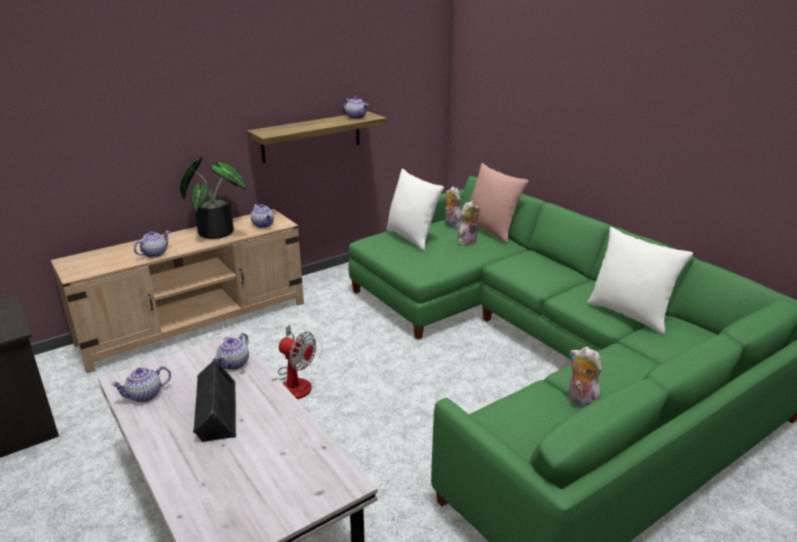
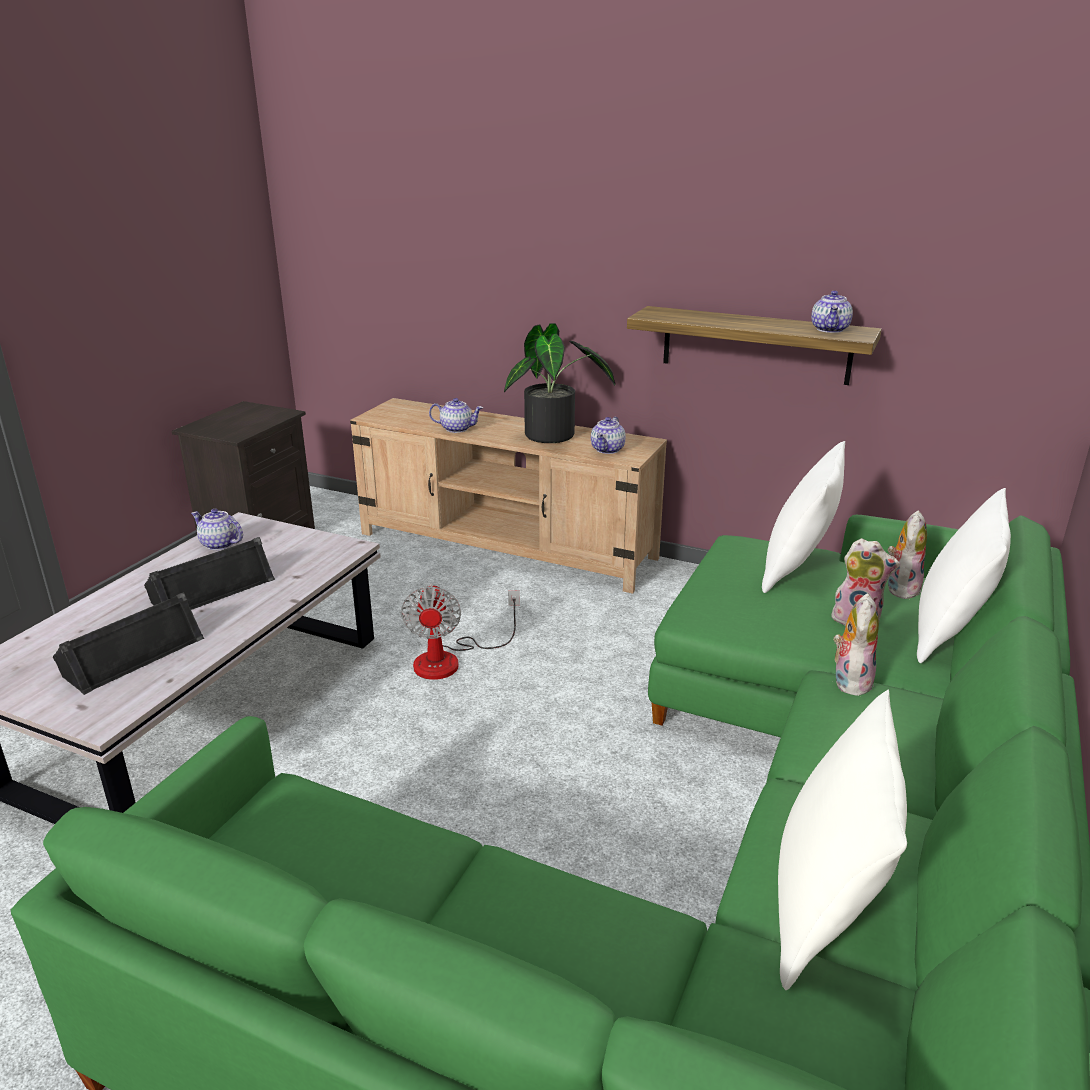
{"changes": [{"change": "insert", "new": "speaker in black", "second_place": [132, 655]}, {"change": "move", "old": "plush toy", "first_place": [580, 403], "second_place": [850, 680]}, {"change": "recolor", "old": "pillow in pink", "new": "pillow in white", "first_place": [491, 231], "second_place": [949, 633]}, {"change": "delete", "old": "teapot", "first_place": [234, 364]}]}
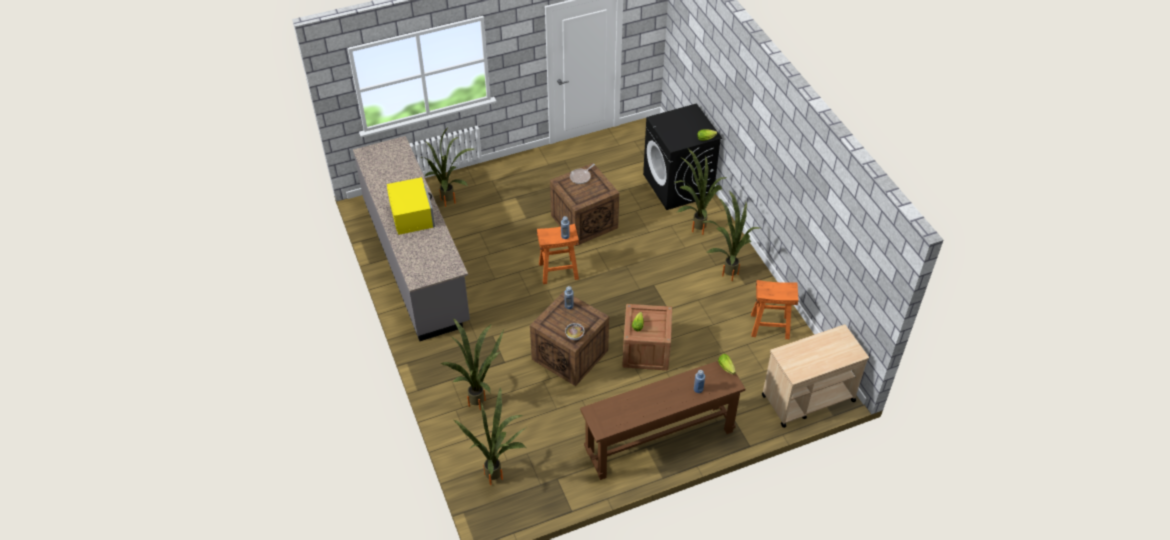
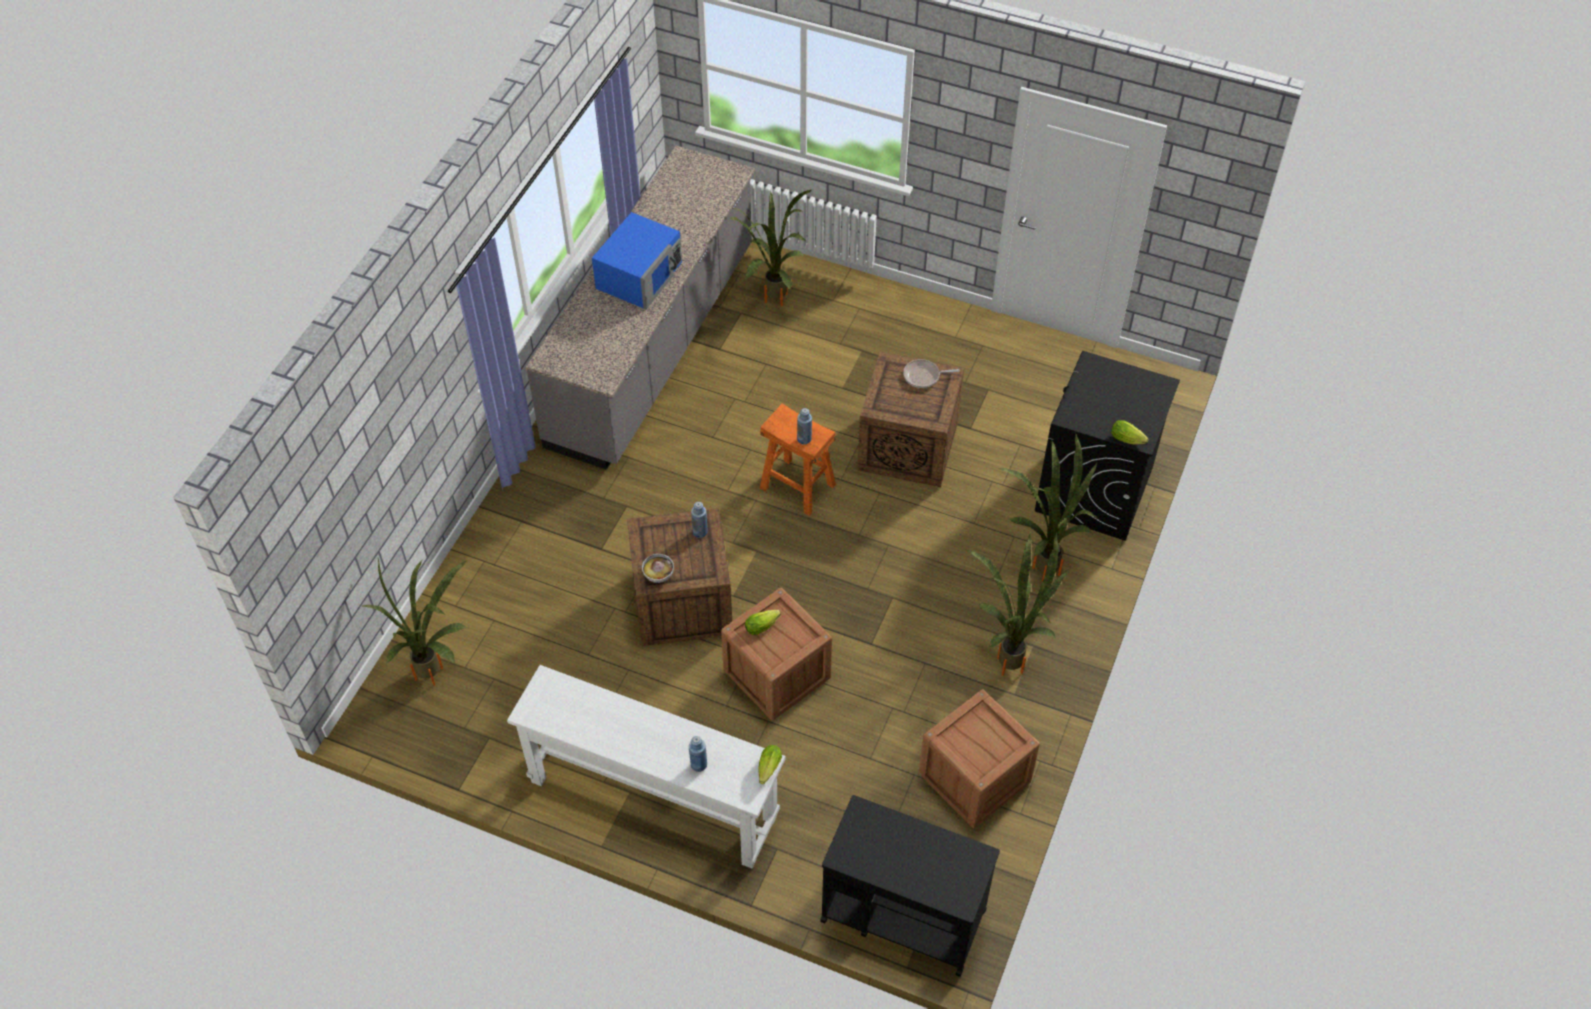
{"changes": [{"change": "recolor", "old": "console table in brown", "new": "console table in white", "first_place": [659, 440], "second_place": [653, 798]}, {"change": "recolor", "old": "microwave in yellow", "new": "microwave in blue", "first_place": [412, 214], "second_place": [640, 275]}, {"change": "recolor", "old": "cart in beige", "new": "cart in black", "first_place": [807, 398], "second_place": [902, 914]}, {"change": "replace", "old": "stool in orange", "new": "crate", "first_place": [769, 326], "second_place": [974, 778]}, {"change": "delete", "old": "potted plant", "first_place": [480, 399]}]}
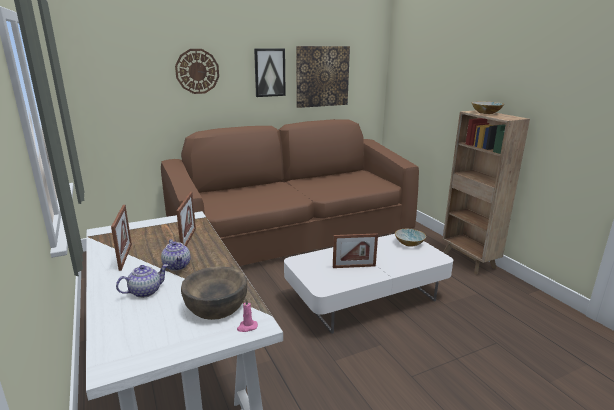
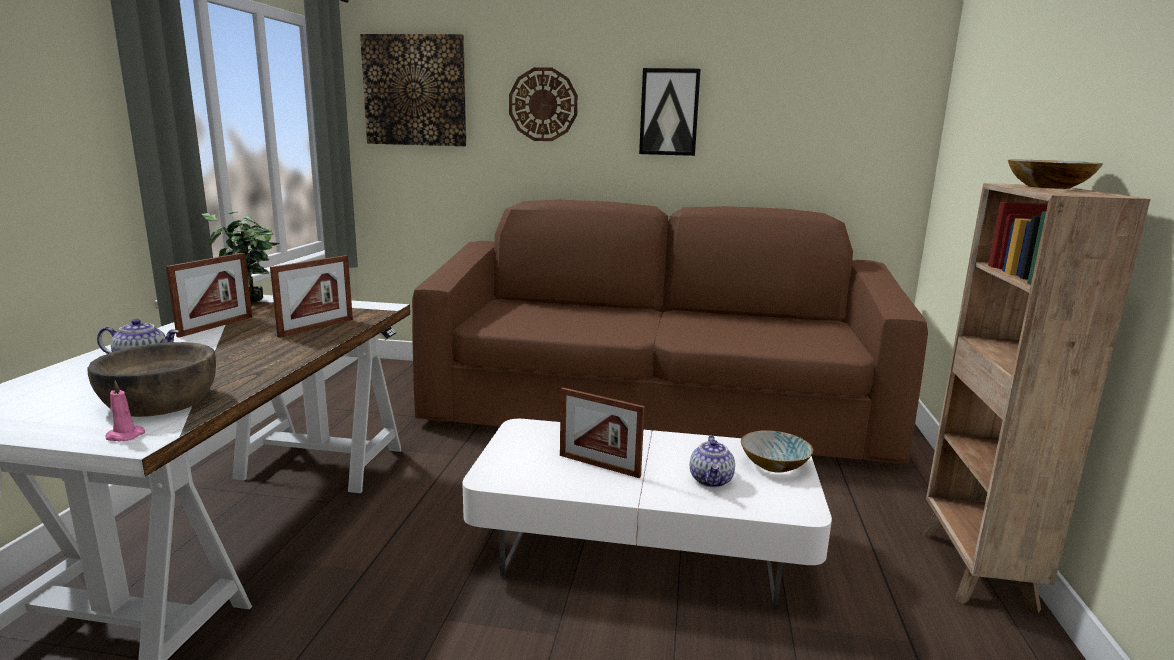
{"changes": [{"change": "insert", "new": "potted plant", "second_place": [251, 303]}, {"change": "move", "old": "picture", "first_place": [322, 76], "second_place": [415, 91]}, {"change": "move", "old": "teapot", "first_place": [177, 266], "second_place": [711, 480]}]}
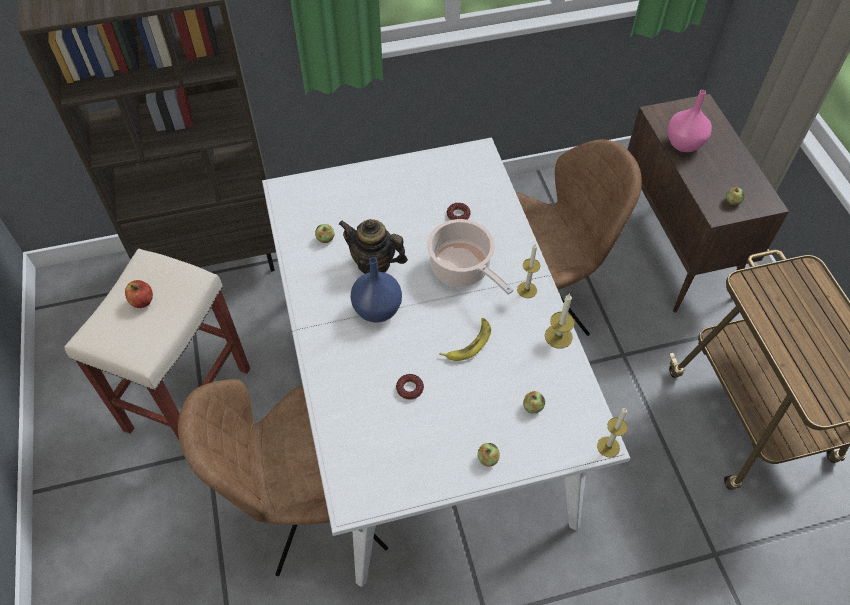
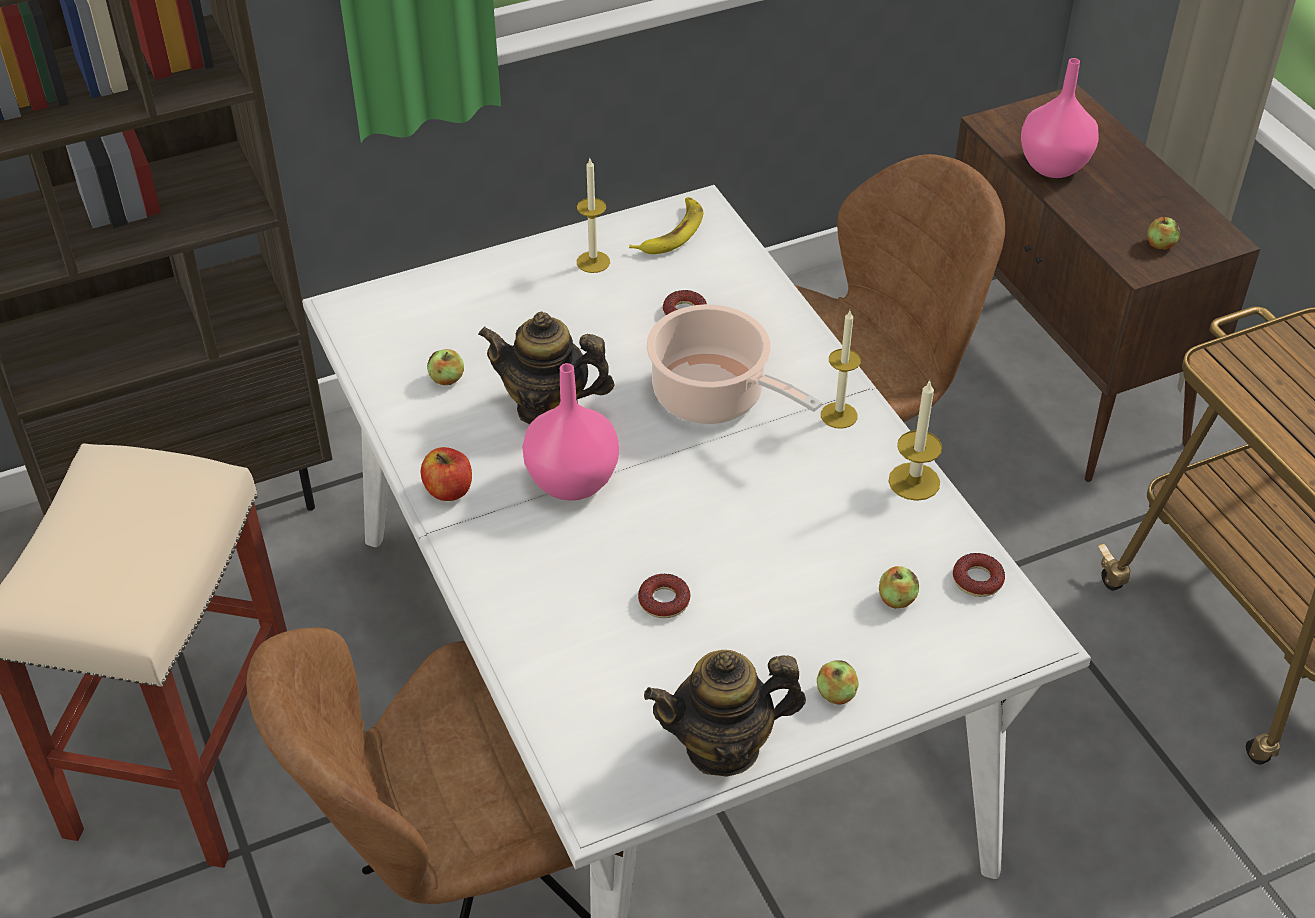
{"changes": [{"change": "move", "old": "apple", "first_place": [142, 301], "second_place": [448, 490]}, {"change": "recolor", "old": "vase in blue", "new": "vase in pink", "first_place": [377, 311], "second_place": [573, 483]}, {"change": "move", "old": "candle", "first_place": [608, 446], "second_place": [593, 262]}, {"change": "move", "old": "banana", "first_place": [469, 343], "second_place": [671, 232]}, {"change": "insert", "new": "teapot", "second_place": [723, 746]}, {"change": "insert", "new": "donut", "second_place": [977, 580]}]}
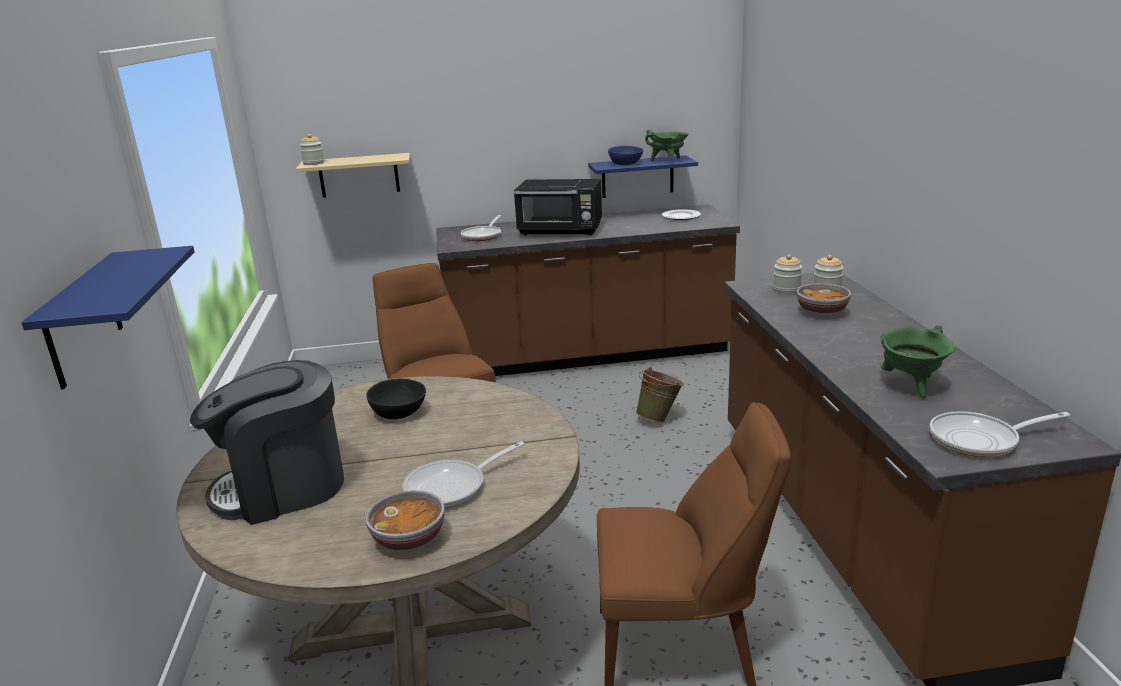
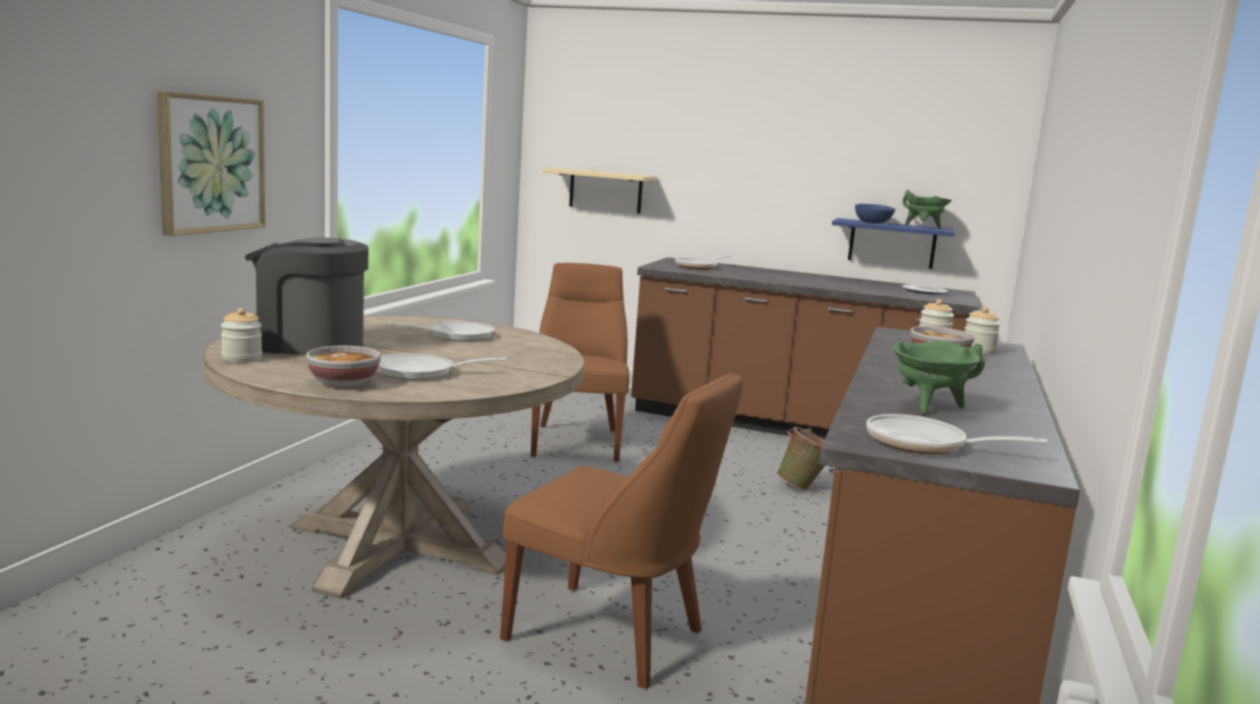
{"changes": [{"change": "replace", "old": "shelf in blue", "new": "picture", "first_place": [82, 320], "second_place": [211, 163]}, {"change": "move", "old": "jar", "first_place": [313, 163], "second_place": [242, 358]}, {"change": "replace", "old": "bowl in black", "new": "frying pan", "first_place": [397, 413], "second_place": [454, 336]}, {"change": "delete", "old": "microwave in black", "first_place": [561, 231]}]}
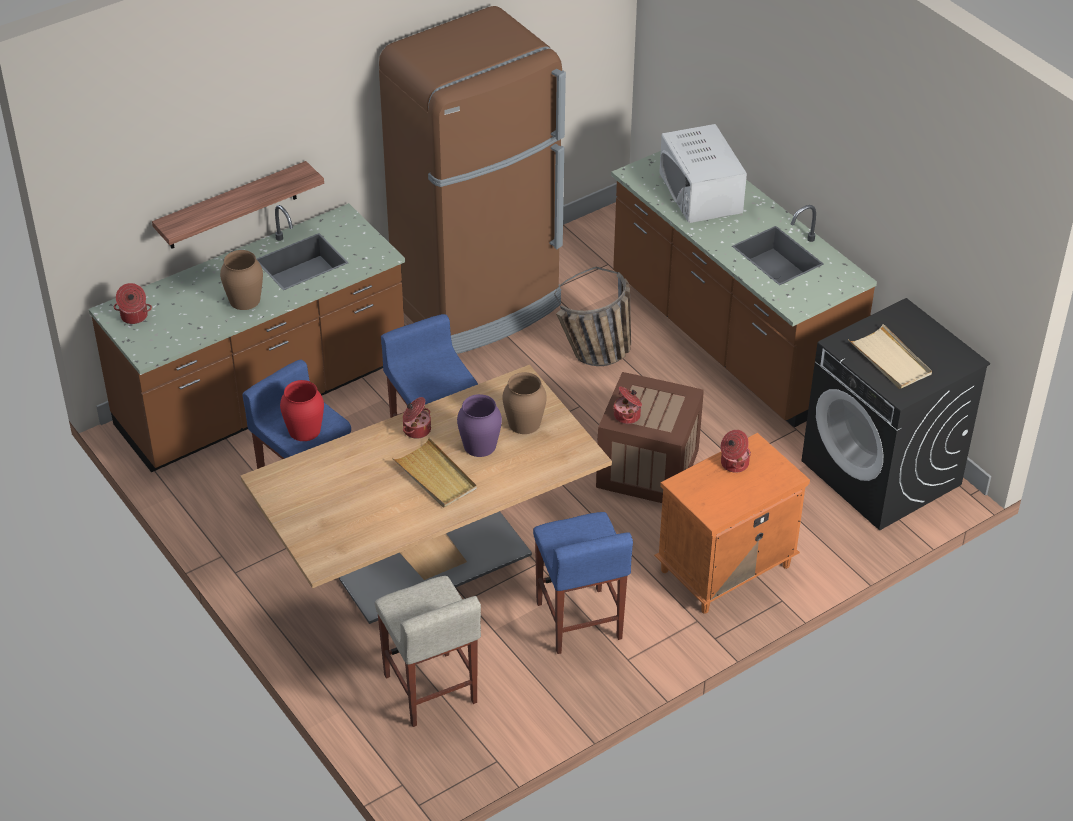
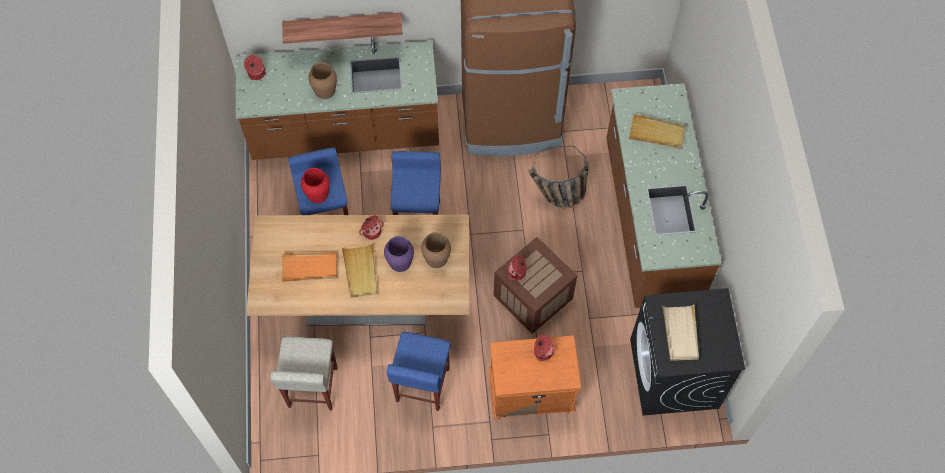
{"changes": [{"change": "insert", "new": "tray in orange", "second_place": [310, 268]}, {"change": "replace", "old": "microwave in white", "new": "tray in beige", "first_place": [700, 192], "second_place": [656, 133]}]}
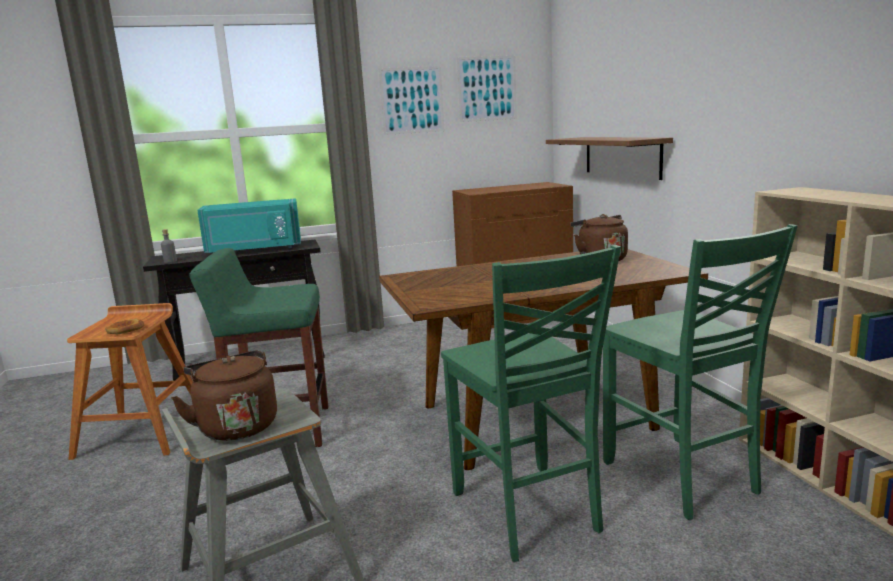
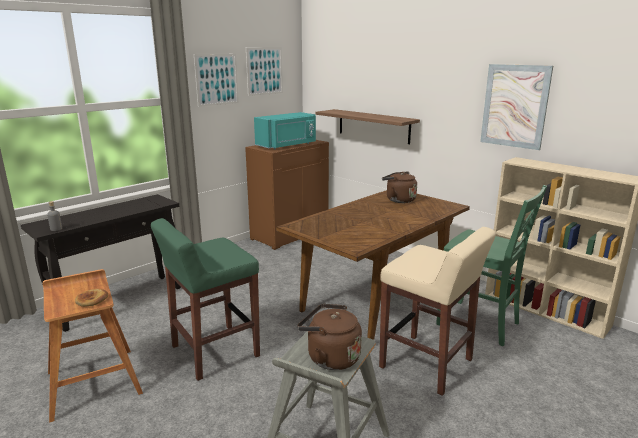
{"changes": [{"change": "move", "old": "microwave in turquoise", "first_place": [254, 250], "second_place": [287, 145]}, {"change": "replace", "old": "chair in green", "new": "stool in beige", "first_place": [527, 512], "second_place": [427, 364]}, {"change": "insert", "new": "picture", "second_place": [514, 106]}]}
